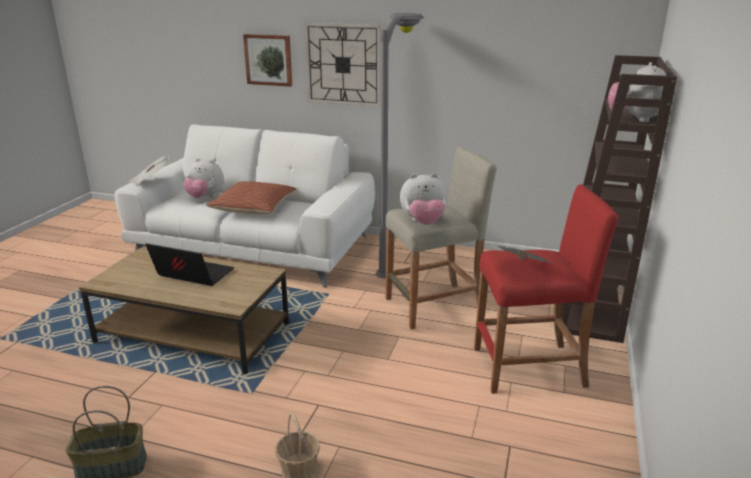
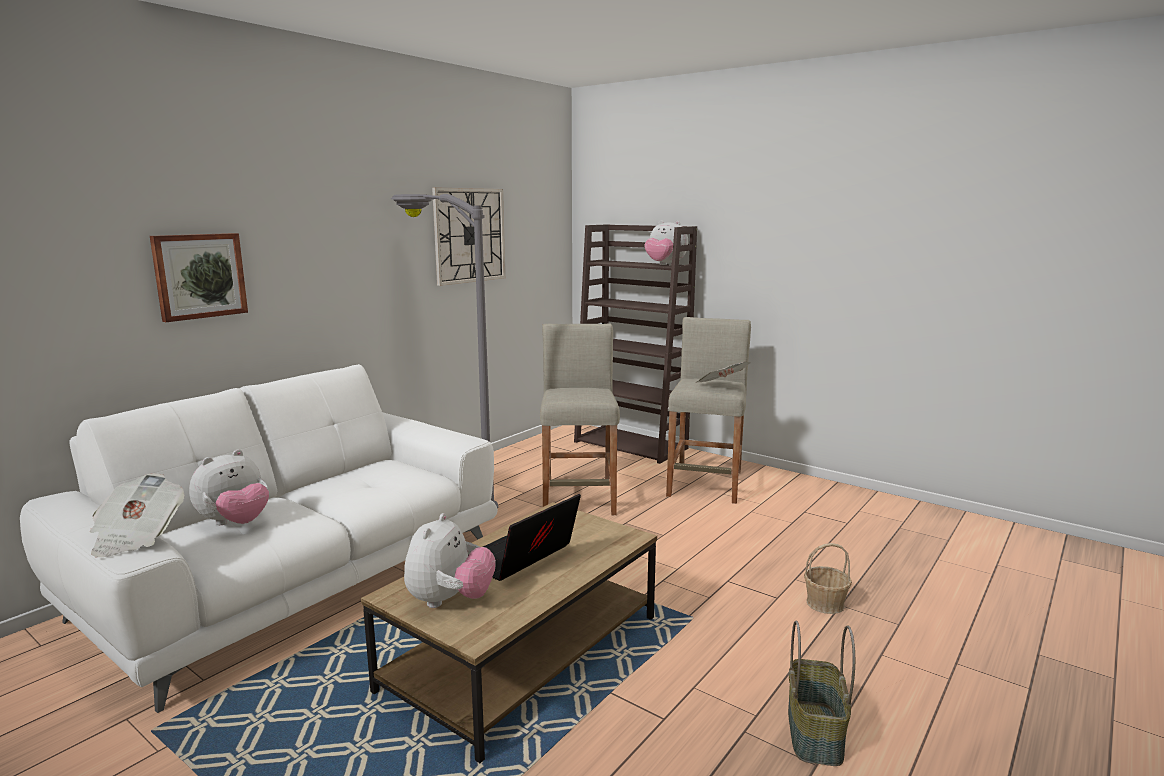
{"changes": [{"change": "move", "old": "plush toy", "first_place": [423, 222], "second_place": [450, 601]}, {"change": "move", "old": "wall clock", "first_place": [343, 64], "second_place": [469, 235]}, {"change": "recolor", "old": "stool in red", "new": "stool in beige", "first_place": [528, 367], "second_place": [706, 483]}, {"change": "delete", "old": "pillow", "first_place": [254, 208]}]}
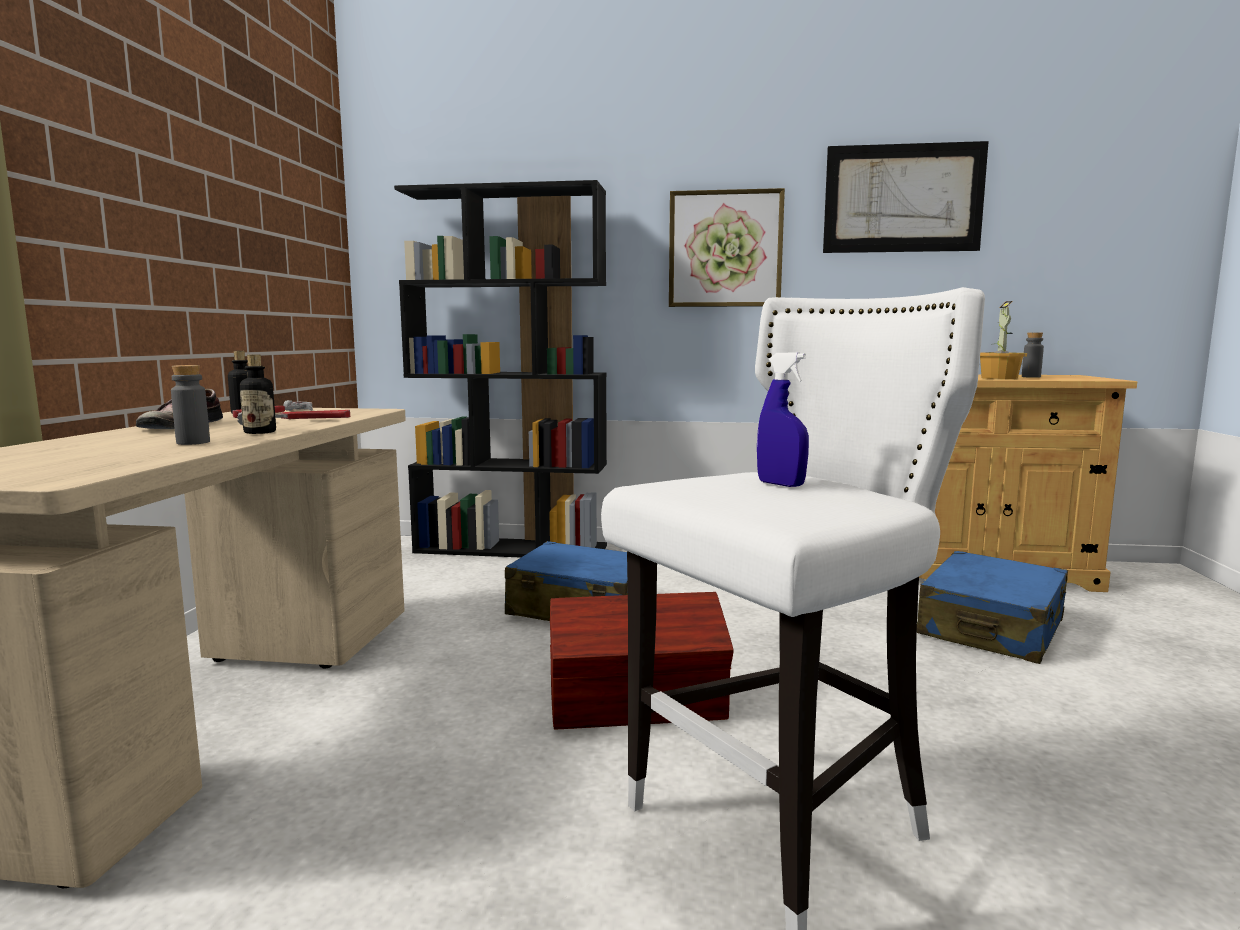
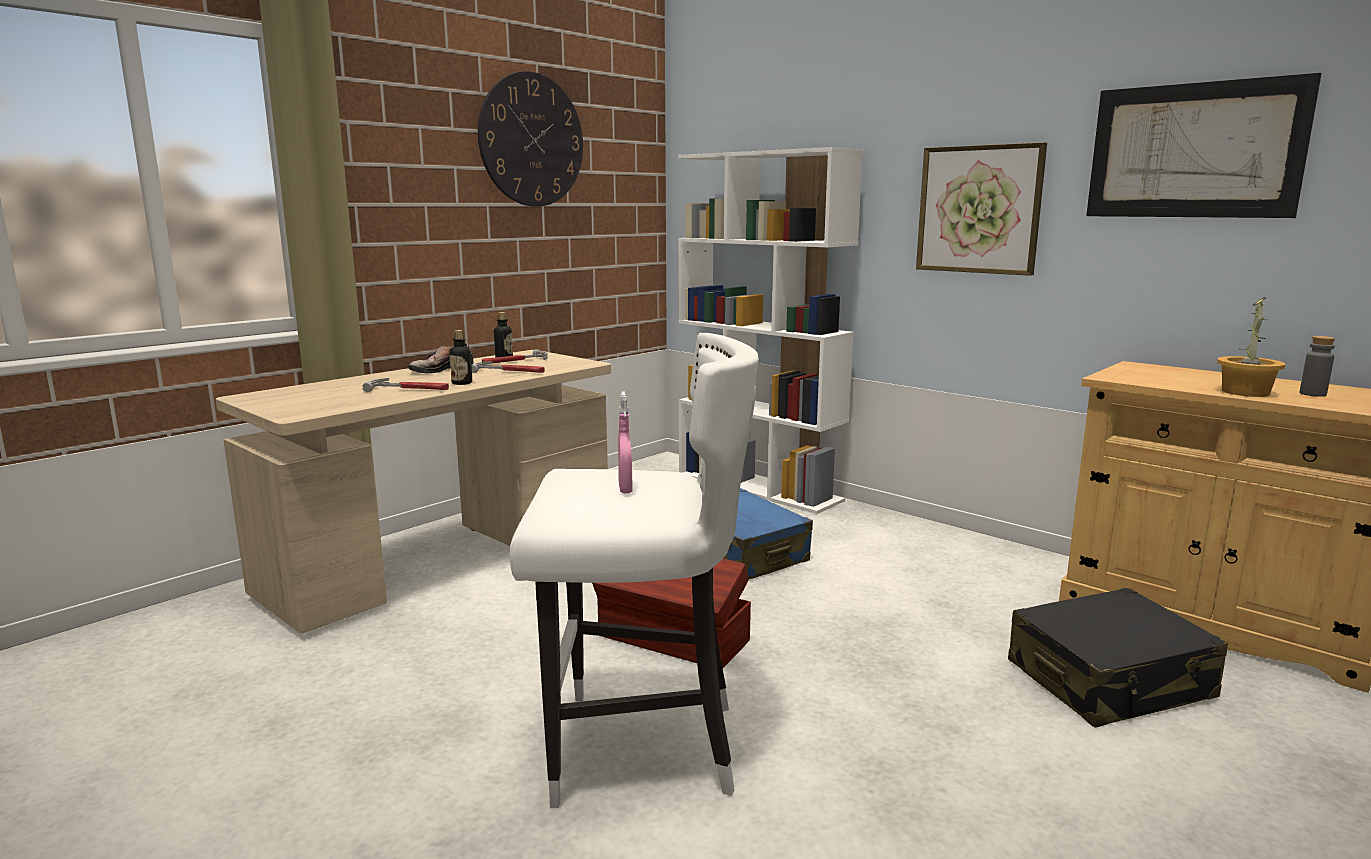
{"changes": [{"change": "replace", "old": "bottle in grey", "new": "hammer", "first_place": [193, 442], "second_place": [409, 389]}, {"change": "insert", "new": "wall clock", "second_place": [531, 140]}, {"change": "recolor", "old": "spray bottle in blue", "new": "spray bottle in pink", "first_place": [780, 484], "second_place": [625, 489]}, {"change": "recolor", "old": "bookcase in black", "new": "bookcase in white", "first_place": [512, 549], "second_place": [759, 487]}, {"change": "recolor", "old": "suitcase in blue", "new": "suitcase in black", "first_place": [991, 628], "second_place": [1109, 681]}]}
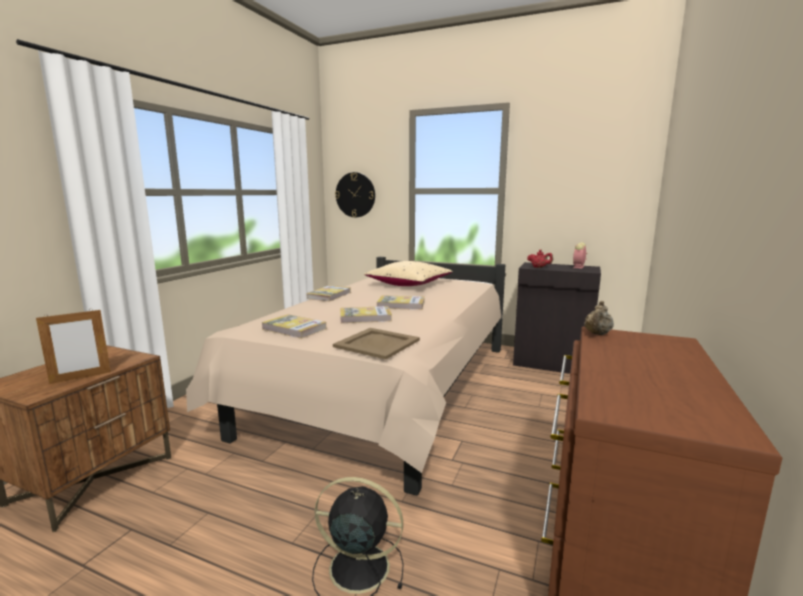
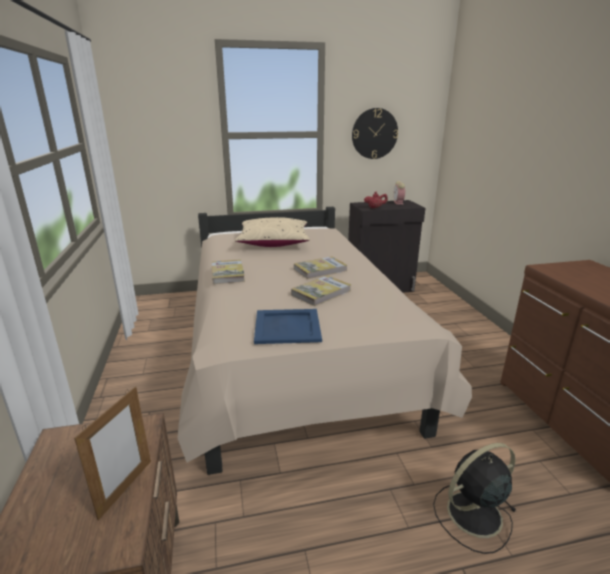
{"changes": [{"change": "replace", "old": "book", "new": "tray in blue", "first_place": [294, 329], "second_place": [288, 327]}, {"change": "move", "old": "wall clock", "first_place": [355, 195], "second_place": [374, 133]}, {"change": "delete", "old": "tray in beige", "first_place": [377, 343]}, {"change": "delete", "old": "teapot in beige", "first_place": [597, 334]}]}
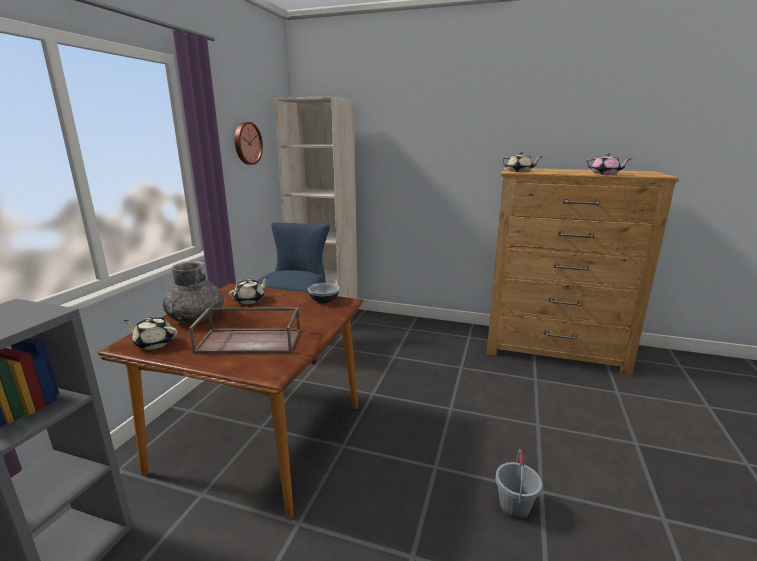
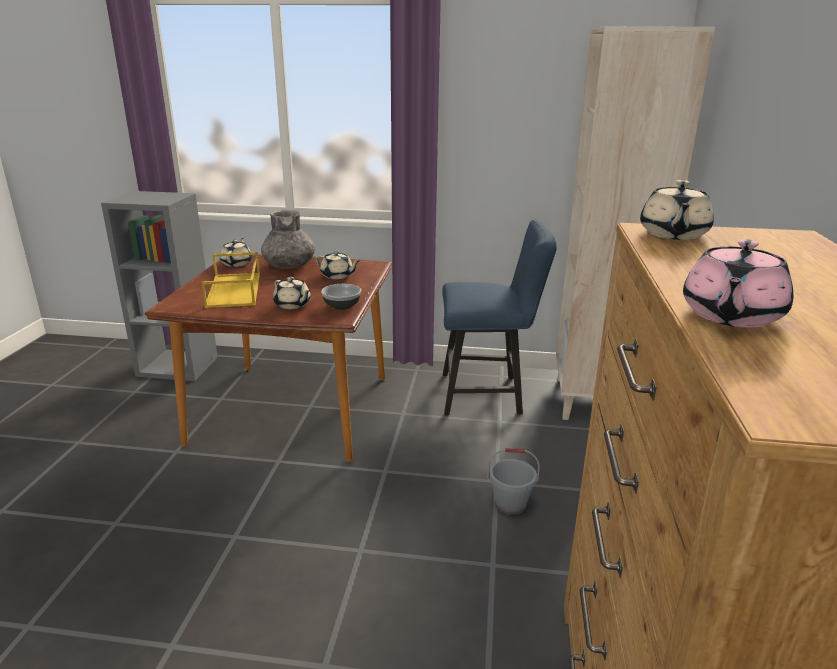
{"changes": [{"change": "recolor", "old": "tray in brown", "new": "tray in yellow", "first_place": [250, 340], "second_place": [235, 290]}, {"change": "insert", "new": "teapot in beige", "second_place": [293, 305]}, {"change": "move", "old": "bucket in grey", "first_place": [514, 506], "second_place": [510, 504]}, {"change": "delete", "old": "wall clock", "first_place": [247, 143]}]}
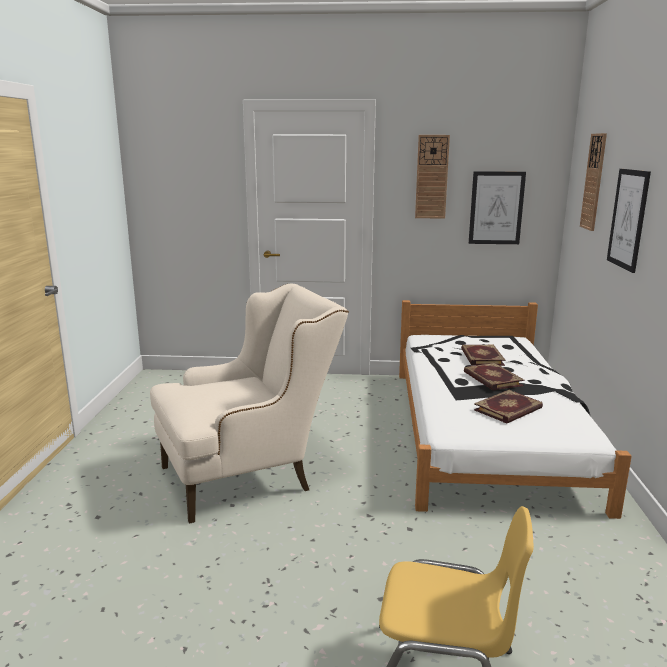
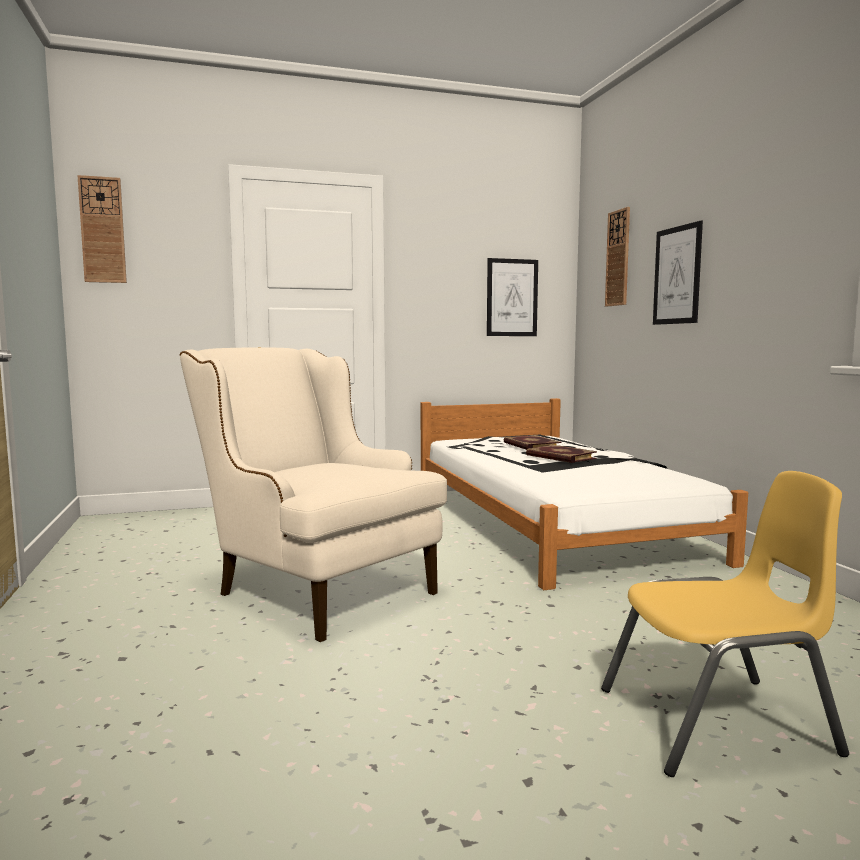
{"changes": [{"change": "move", "old": "wall clock", "first_place": [431, 177], "second_place": [102, 230]}, {"change": "rotate", "old": "armchair in beige", "first_place": [250, 474], "second_place": [314, 588], "degrees": -90}, {"change": "delete", "old": "book", "first_place": [509, 409]}]}
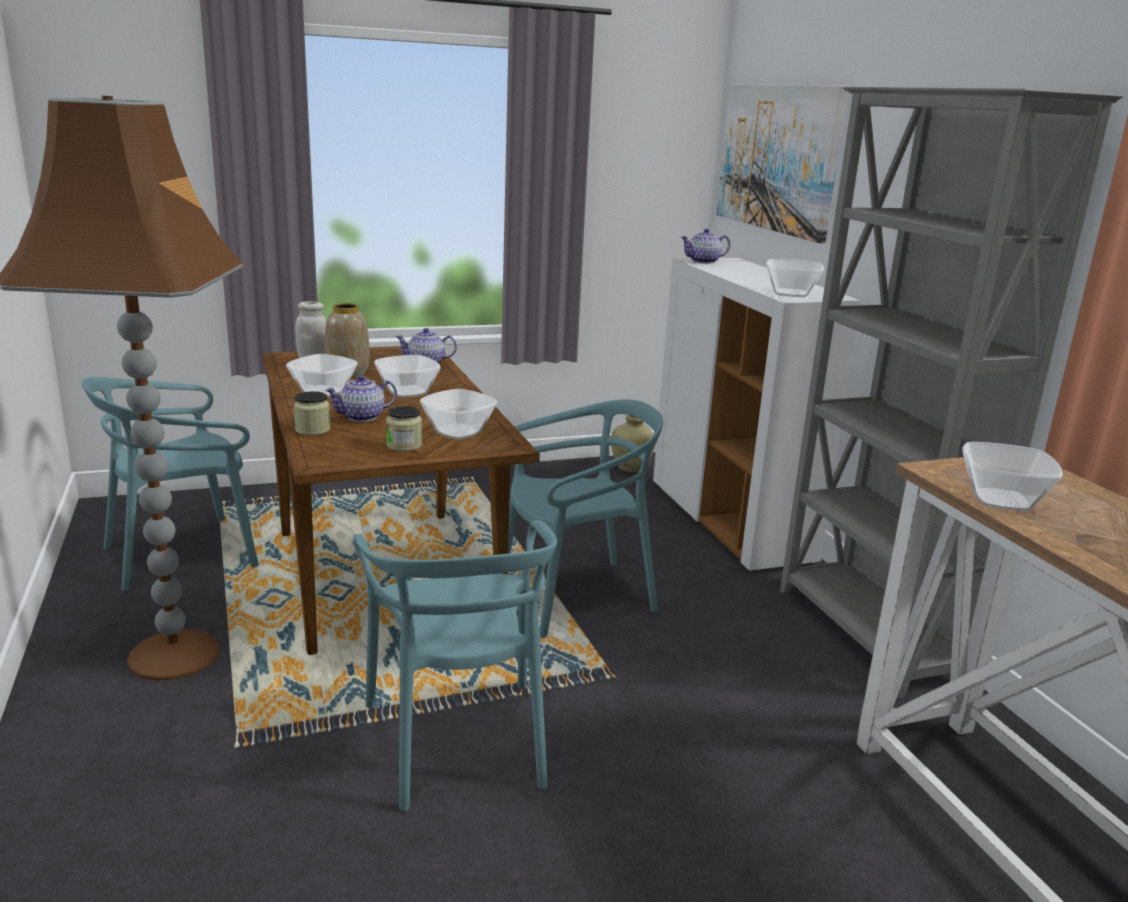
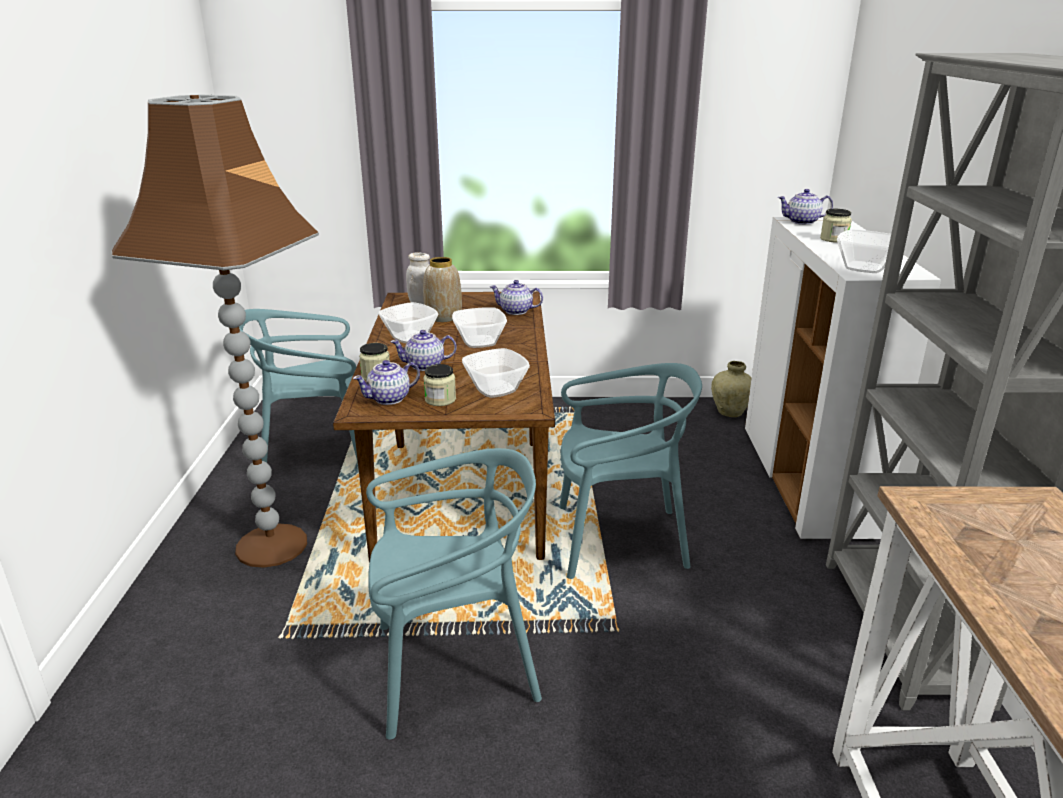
{"changes": [{"change": "insert", "new": "teapot", "second_place": [389, 398]}, {"change": "rotate", "old": "chair in turquoise", "first_place": [459, 741], "second_place": [454, 668], "degrees": -105}, {"change": "insert", "new": "jar", "second_place": [834, 239]}, {"change": "delete", "old": "picture", "first_place": [777, 158]}, {"change": "delete", "old": "bowl", "first_place": [1000, 501]}]}
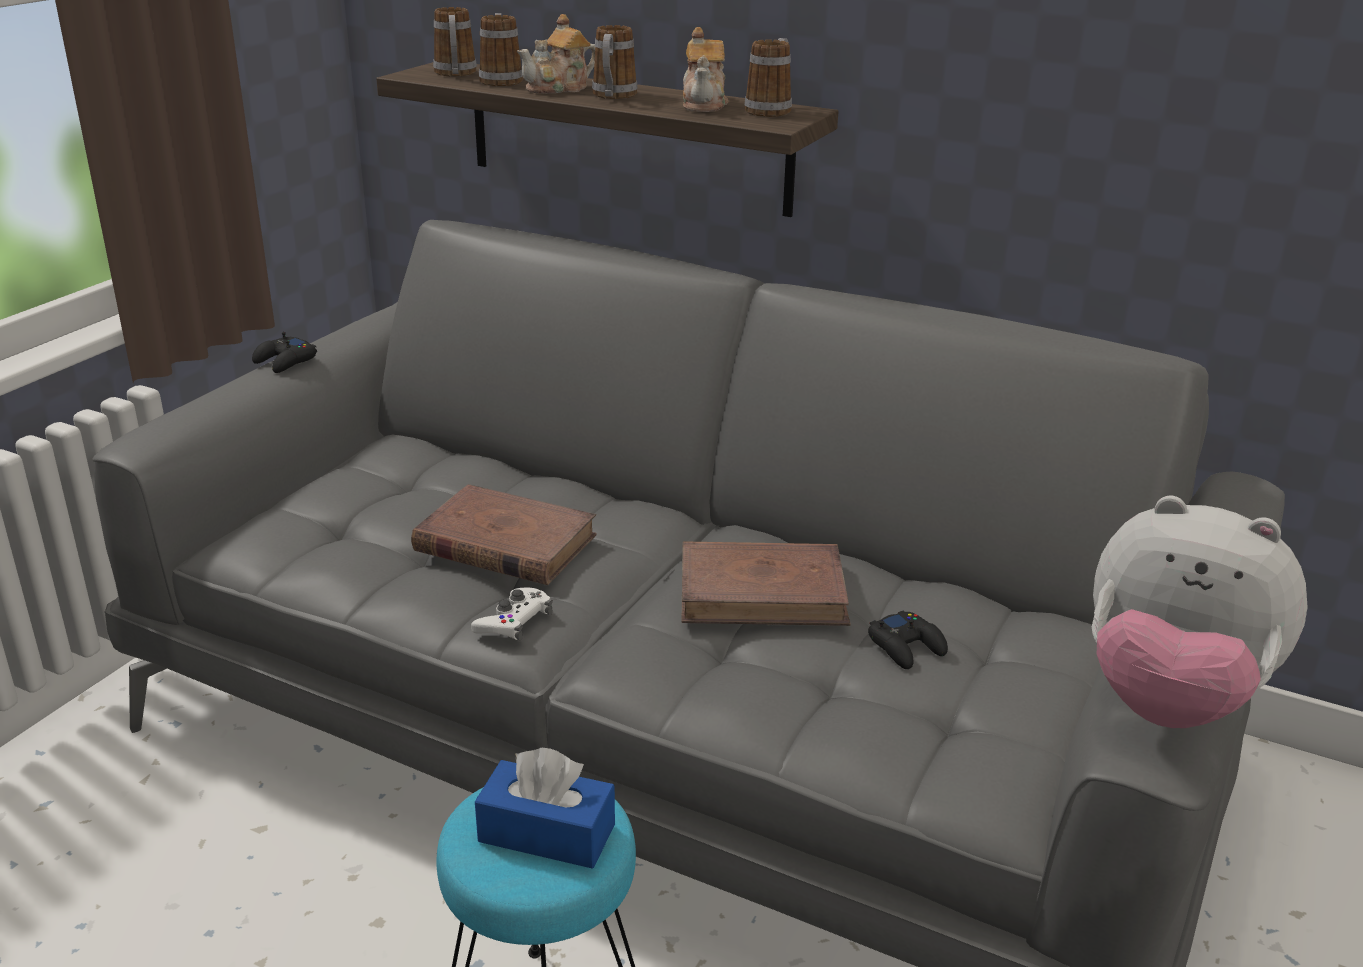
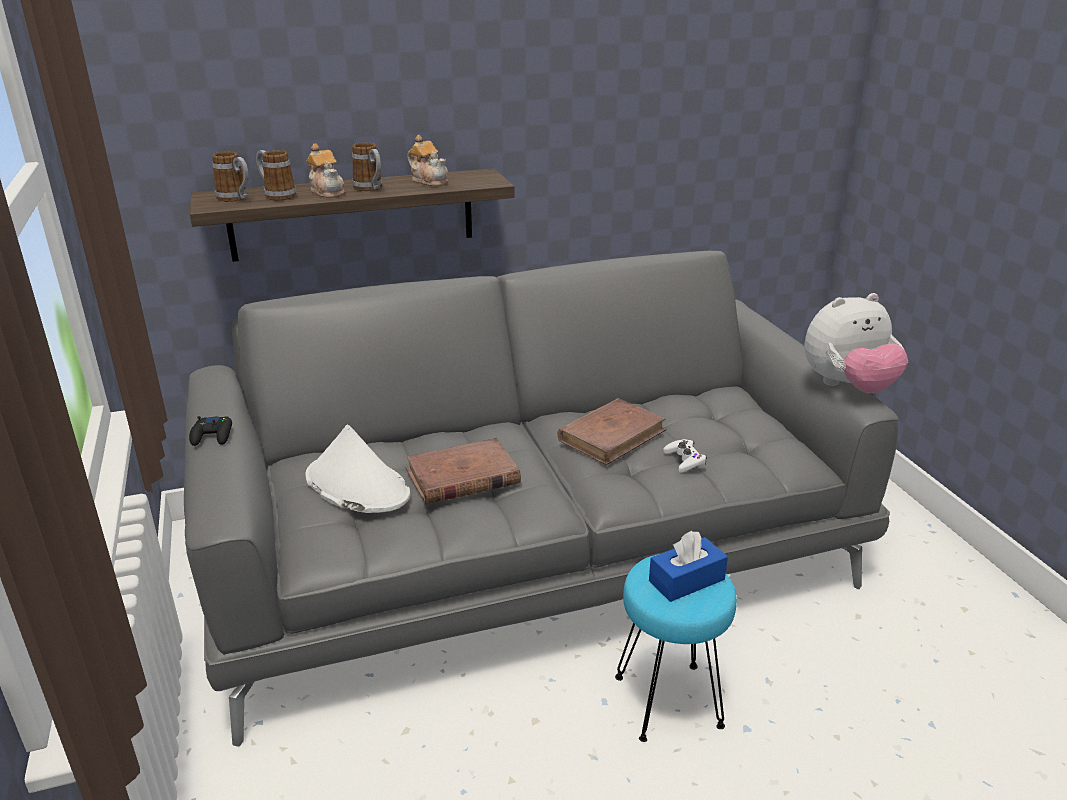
{"changes": [{"change": "rotate", "old": "teapot", "first_place": [559, 88], "second_place": [327, 192], "degrees": -45}, {"change": "insert", "new": "hat in white", "second_place": [356, 486]}, {"change": "move", "old": "game controller in white", "first_place": [514, 622], "second_place": [685, 460]}, {"change": "delete", "old": "mug", "first_place": [771, 109]}, {"change": "delete", "old": "game controller in black", "first_place": [906, 647]}]}
